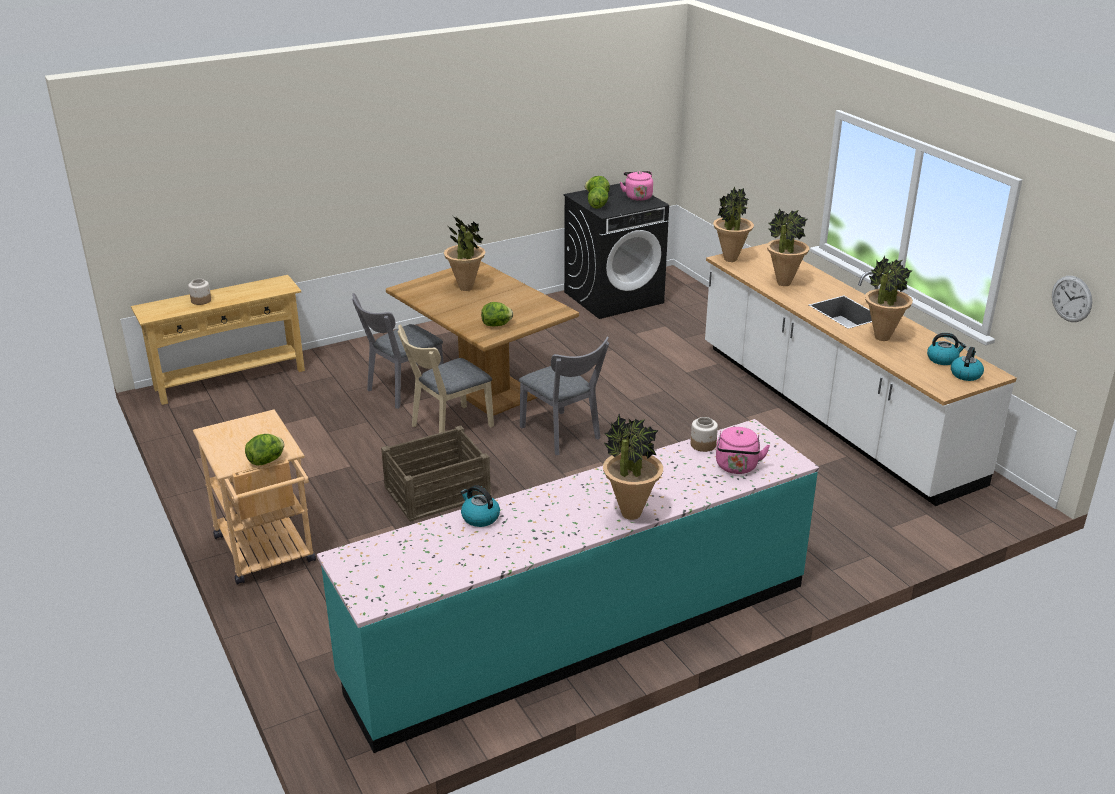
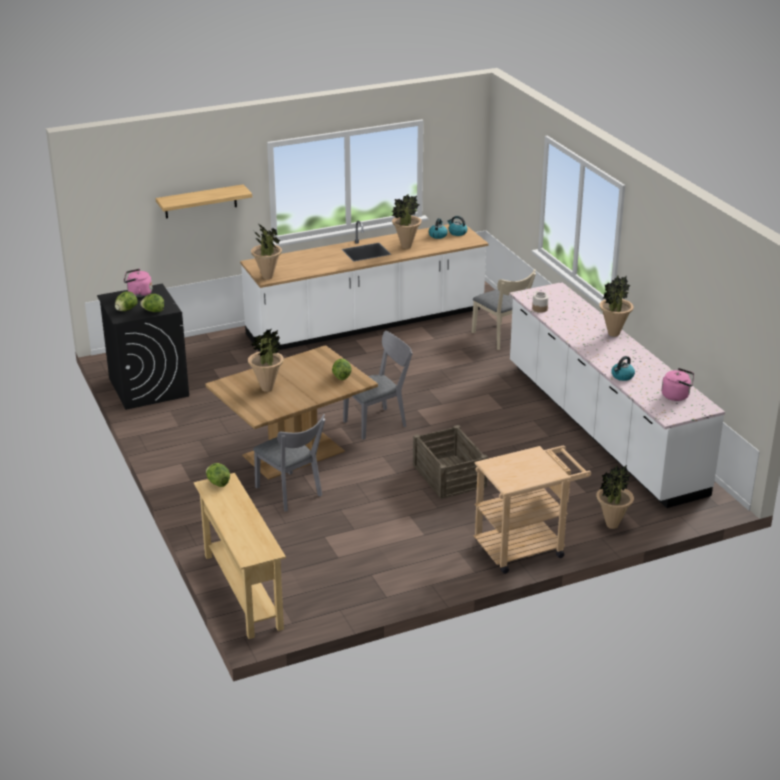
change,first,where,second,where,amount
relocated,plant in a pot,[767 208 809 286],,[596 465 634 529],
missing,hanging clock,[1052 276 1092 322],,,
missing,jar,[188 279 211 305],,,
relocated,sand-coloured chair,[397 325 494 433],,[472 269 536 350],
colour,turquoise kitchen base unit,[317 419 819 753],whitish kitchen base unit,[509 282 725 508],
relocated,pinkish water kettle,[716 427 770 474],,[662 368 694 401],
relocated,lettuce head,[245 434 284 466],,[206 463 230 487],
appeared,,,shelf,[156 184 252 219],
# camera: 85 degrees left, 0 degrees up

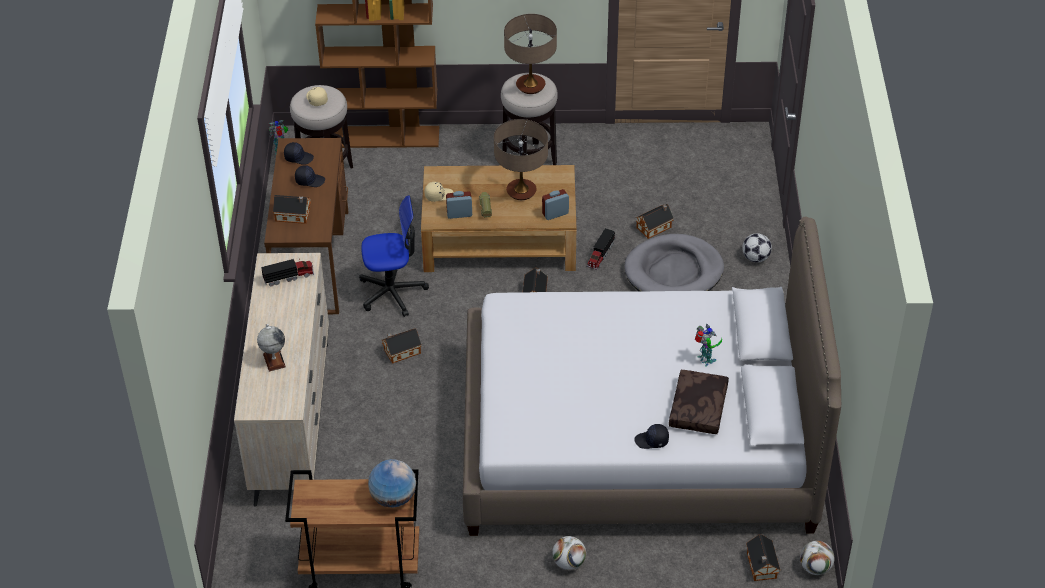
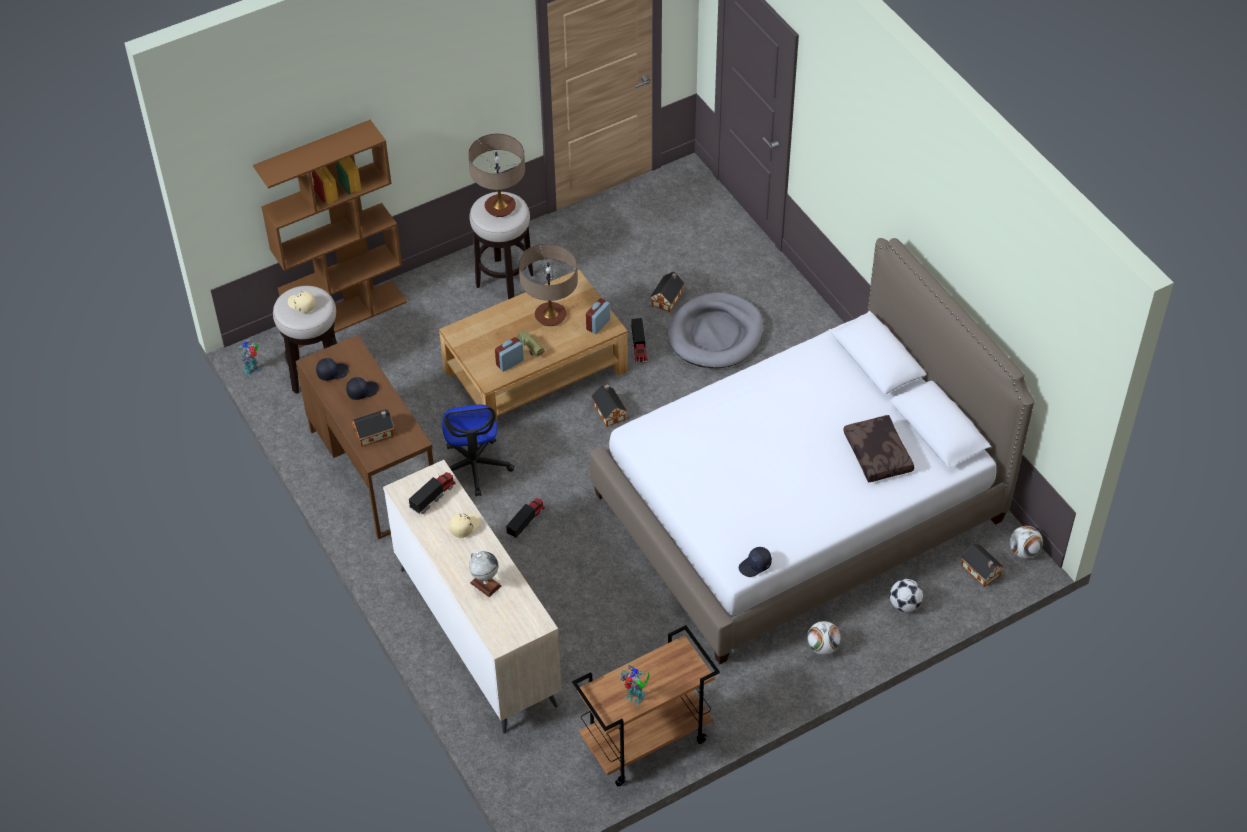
change,first,where,second,where,amount
relocated,sand-coloured cap,[425 182 454 202],,[449 513 481 538],
spun,desk chair,[359 195 429 317],,[442 404 514 497],120 degrees clockwise
relocated,ball for football,[742 233 772 262],,[890 579 923 612],
relocated,model robot,[695 324 722 367],,[620 665 650 705],
exchanged,miniature house,[382 329 422 364],toy truck,[506 498 546 539],
relocated,black cap,[634 424 669 449],,[739 547 772 577],
missing,world globe,[368 459 416 507],,,
# camera: 30 degrees left, 5 degrees up

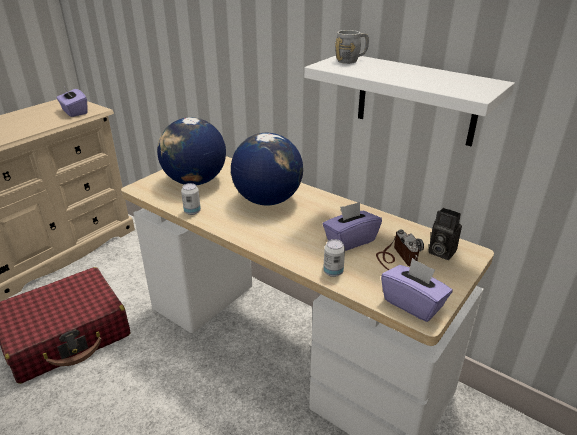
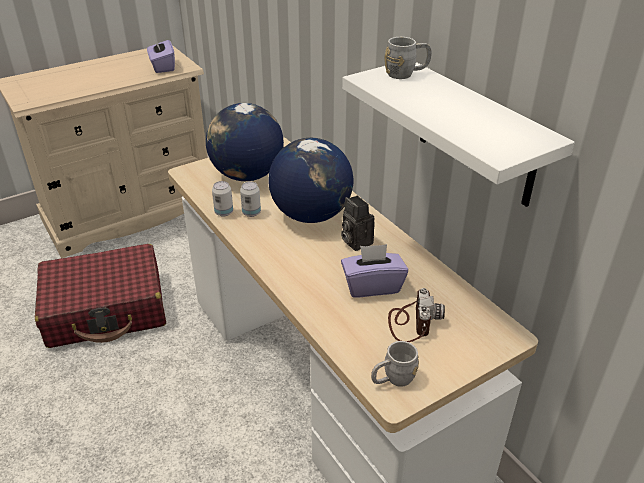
change,first,where,second,where,amount
relocated,photo camera,[428 208 462 260],,[341 195 375 251],
relocated,sealed can,[323 239 345 277],,[240 181 261 217],
exchanged,purplish box of tissues,[381 258 453 322],grey coffee mug,[371 341 419 387],
# camera: 20 degrees right, 5 degrees up

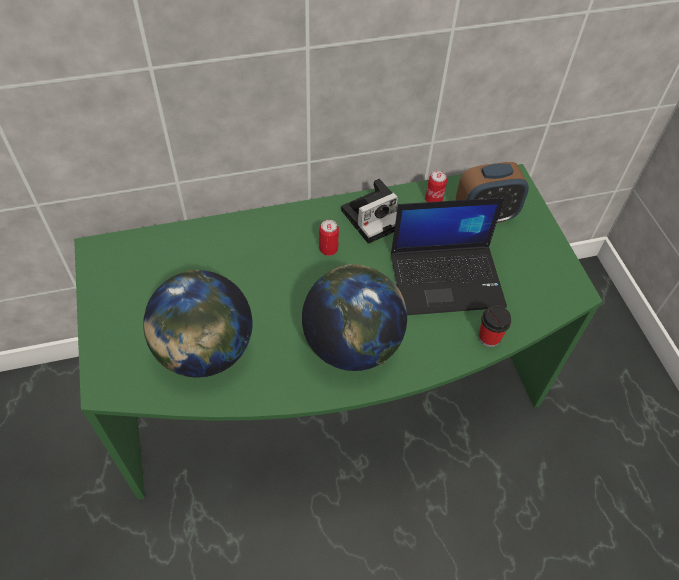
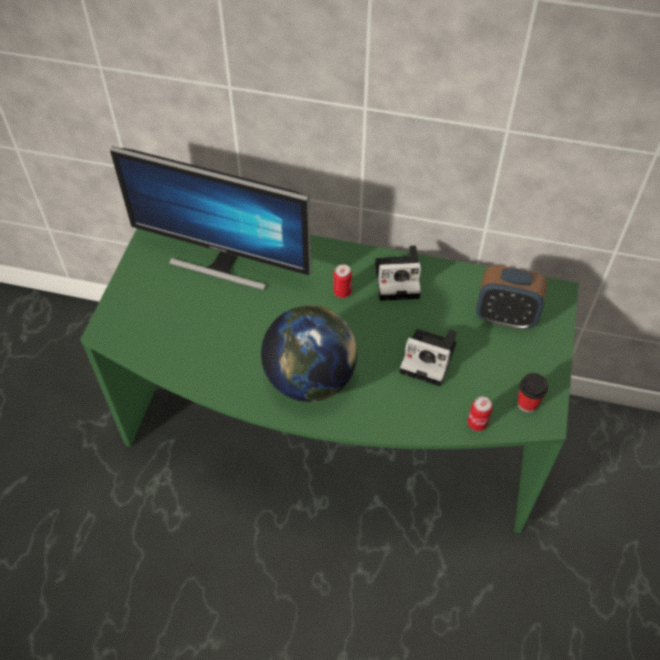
change,first,where,second,where,amount
relocated,sealed can,[425 171 447 202],,[468 396 493 431],
exchanged,laptop,[391 197 507 315],photo camera,[400 329 457 386],
missing,world globe,[143 270 252 378],,,
relocated,cup,[479 305 511 347],,[517 373 548 413],
appeared,,,monitor,[110 146 311 291],
# camera: 30 degrees right, 0 degrees up

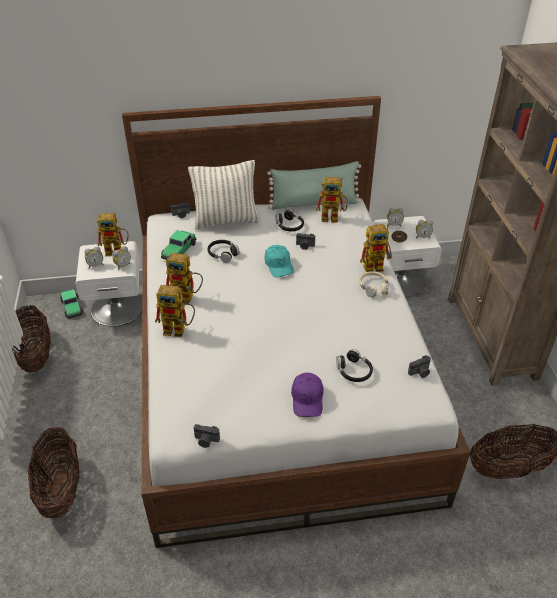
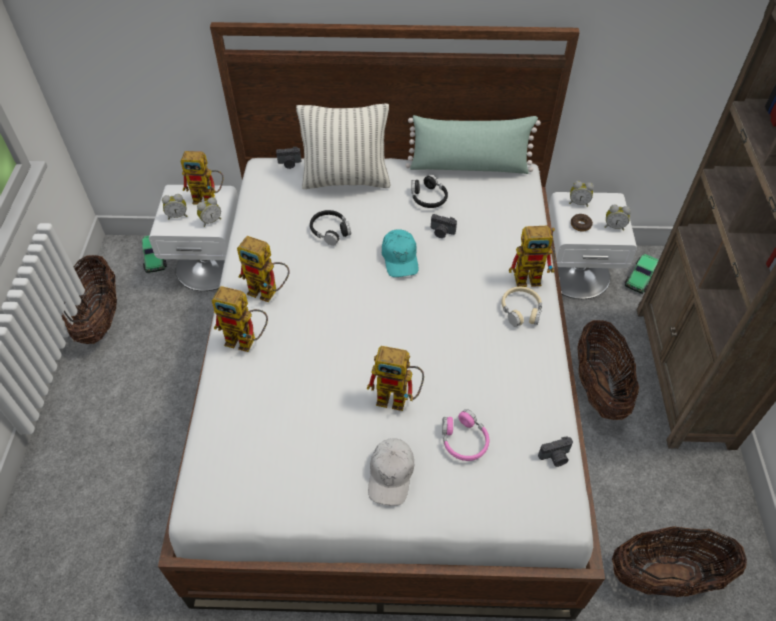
change,first,where,second,where,amount
relocated,model robot,[316 177 348 223],,[367 346 424 411],
relocated,miniature car,[161 230 196 260],,[625 254 659 294],
colour,black pair of headphones,[336 349 373 382],pinkish pair of headphones,[442 409 489 461],
colour,purplish cap,[291 373 324 417],whitish cap,[368 439 414 506],
missing,photo camera,[194 424 220 448],,,
relocated,household basket,[27 427 80 518],,[577 320 639 420],
# camera: 10 degrees right, 10 degrees up

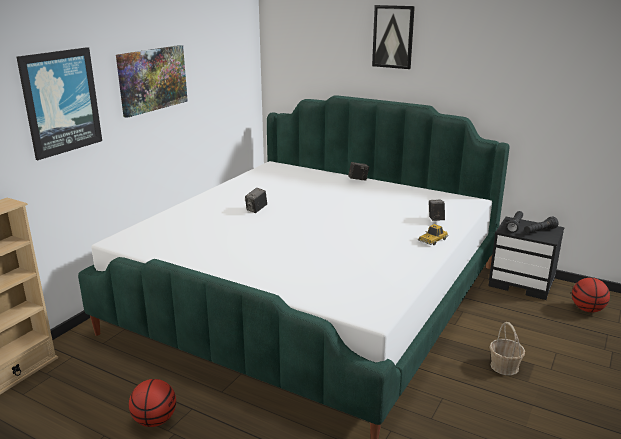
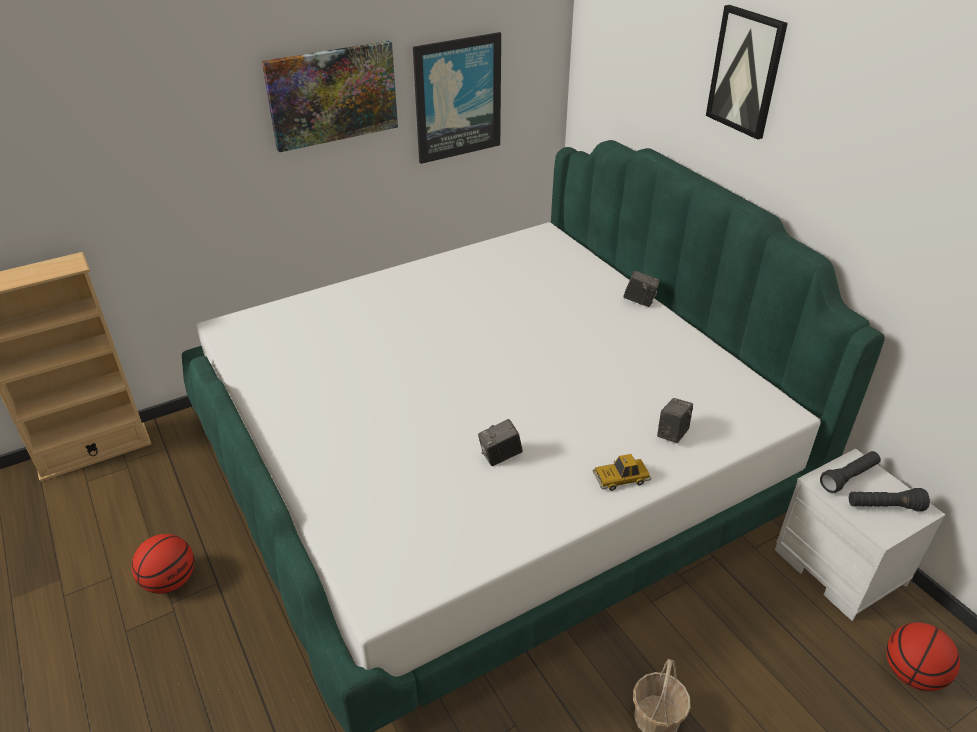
change,first,where,second,where,amount
relocated,wall picture,[17 47 102 160],,[413 32 501 164],
relocated,photo camera,[245 188 267 213],,[478 419 523 466],
colour,black bedside table,[488 217 564 300],whitish bedside table,[775 449 945 621],
# camera: 30 degrees right, 15 degrees up

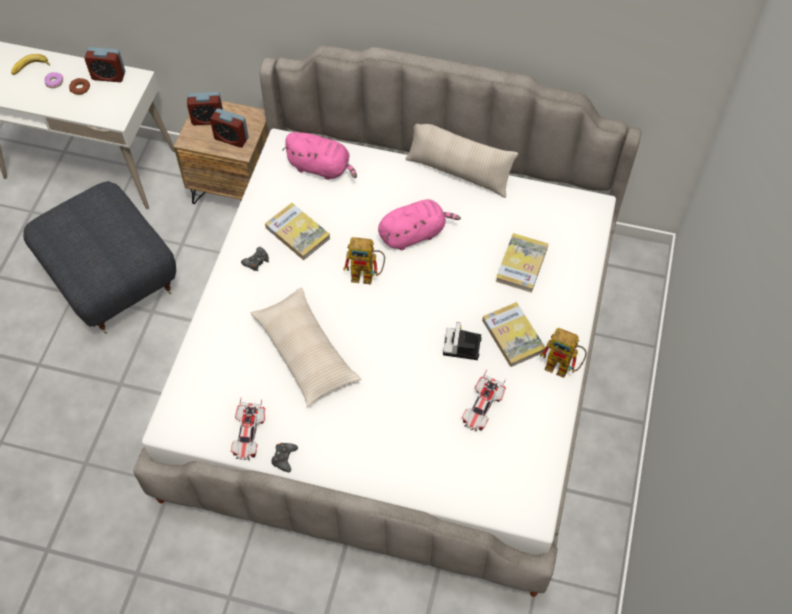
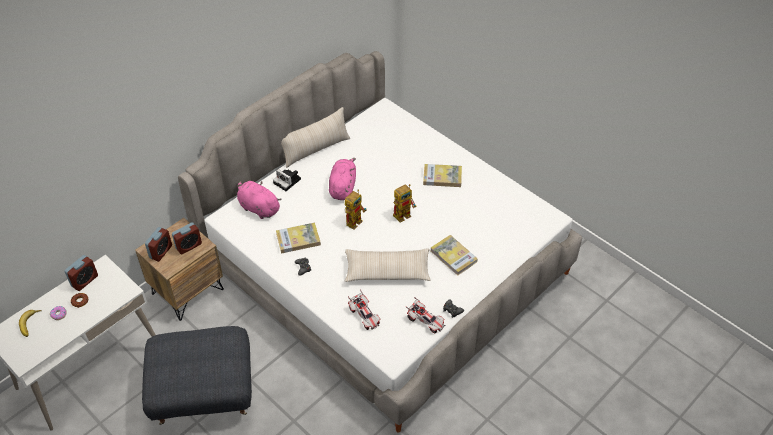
change,first,where,second,where,amount
spun,pinkish plush toy,[283 132 357 180],,[237 181 282 219],105 degrees counterclockwise
relocated,book,[495 233 548 293],,[431 235 478 276],
relocated,photo camera,[443 322 482 360],,[273 169 301 191],
relocated,model robot,[540 328 587 378],,[393 184 416 223],
relocated,miniature car,[462 370 506 432],,[348 290 381 330],
# camera: 60 degrees left, 10 degrees down

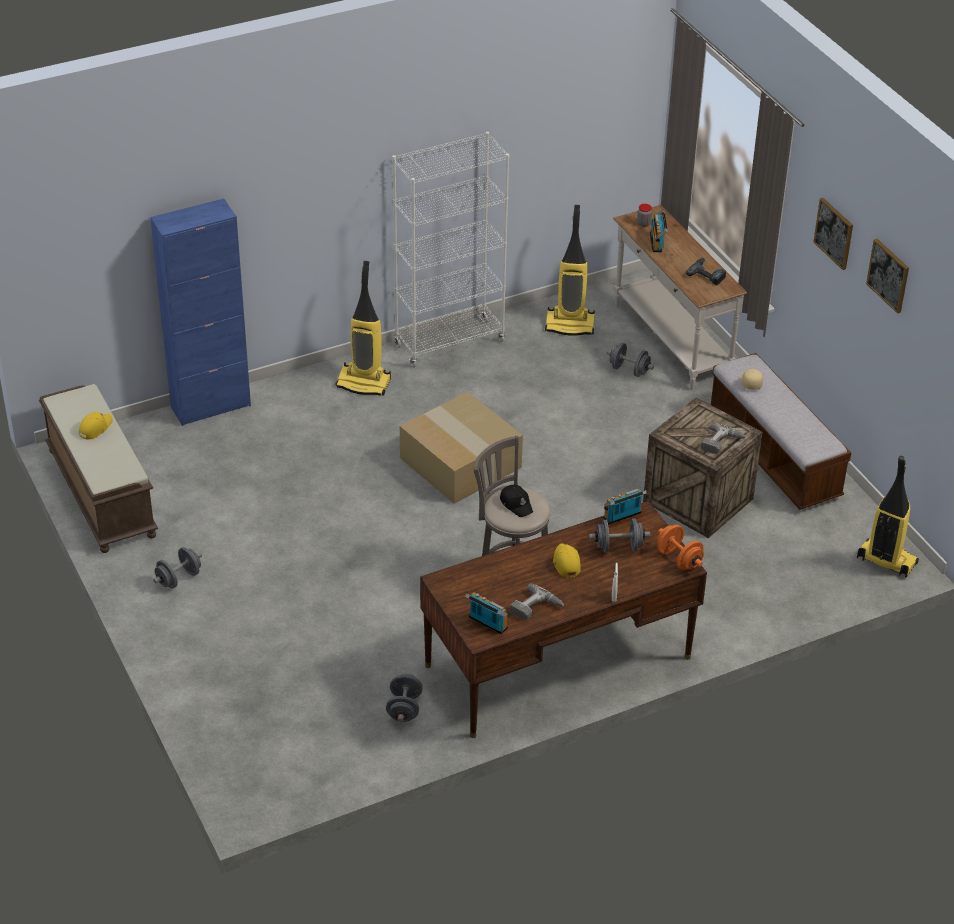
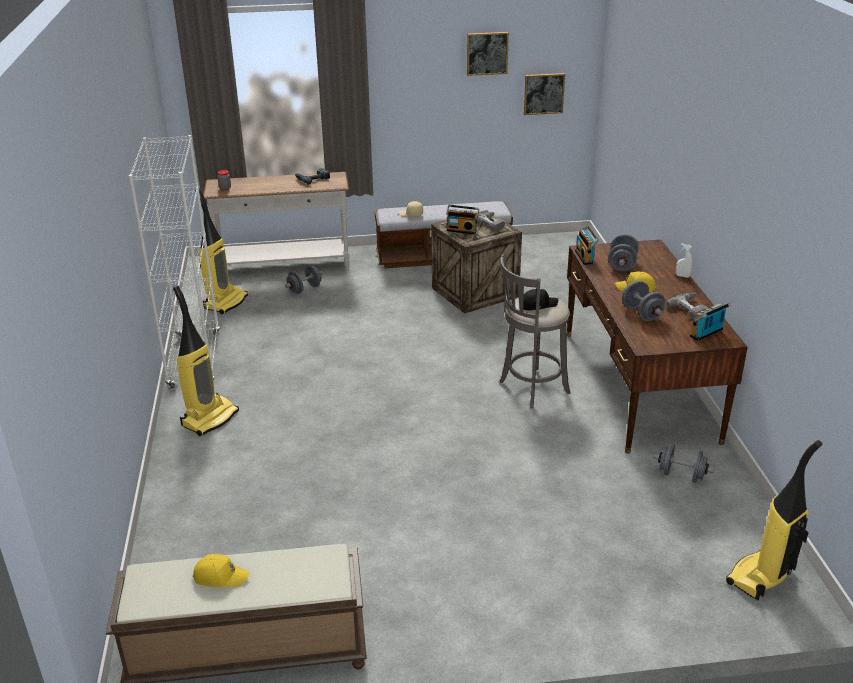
change,first,where,second,where,amount
relocated,wall picture,[813 198 853 270],,[524 73 565 115],
missing,blue-coloured storage cabinet,[150 199 251 426],,,
relocated,radio set,[650 210 668 252],,[446 205 479 235],
missing,cardboard box,[400 392 523 504],,,
spun,yellow cap,[79 412 113 440],,[192 554 249 587],135 degrees clockwise
relocated,hoover,[857 456 919 578],,[726 440 822 601],
missing,orangey hand weight,[657 525 704 570],,,
relocated,grey hand weight,[153 547 202 589],,[622 280 665 321],
# camera: 70 degrees left, 10 degrees down

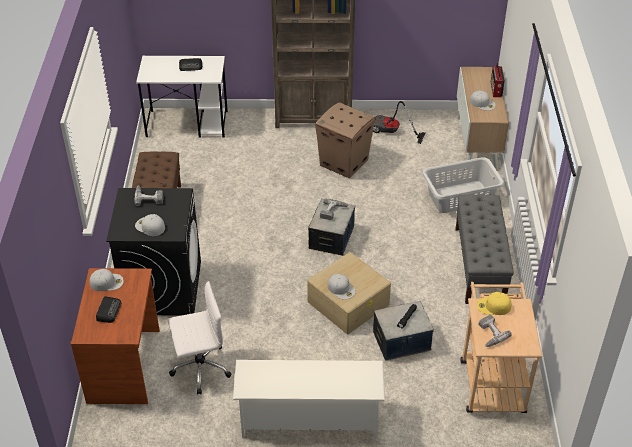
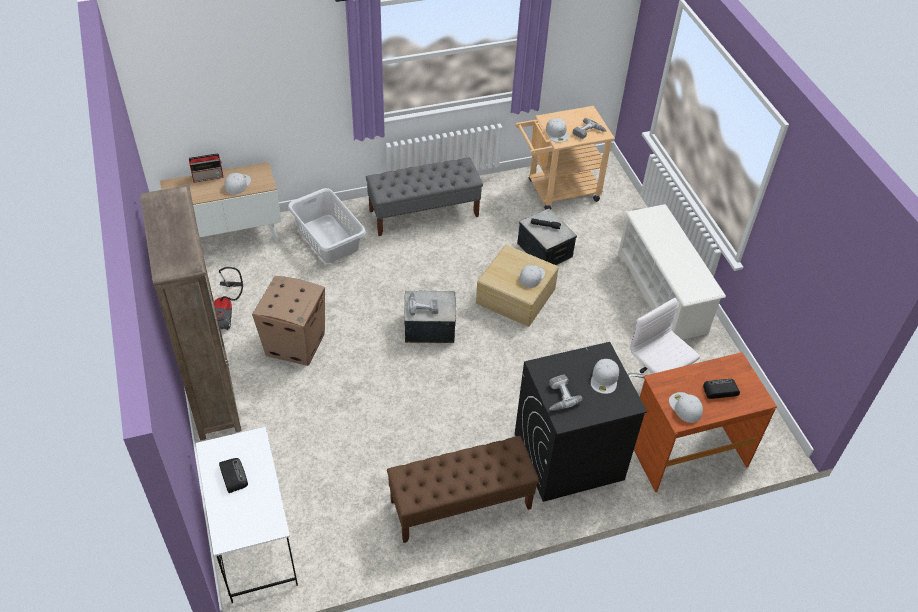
change,first,where,second,where,amount
colour,yellow cap,[477 292 512 315],whitish cap,[546 118 569 143],
# camera: 110 degrees left, 5 degrees up

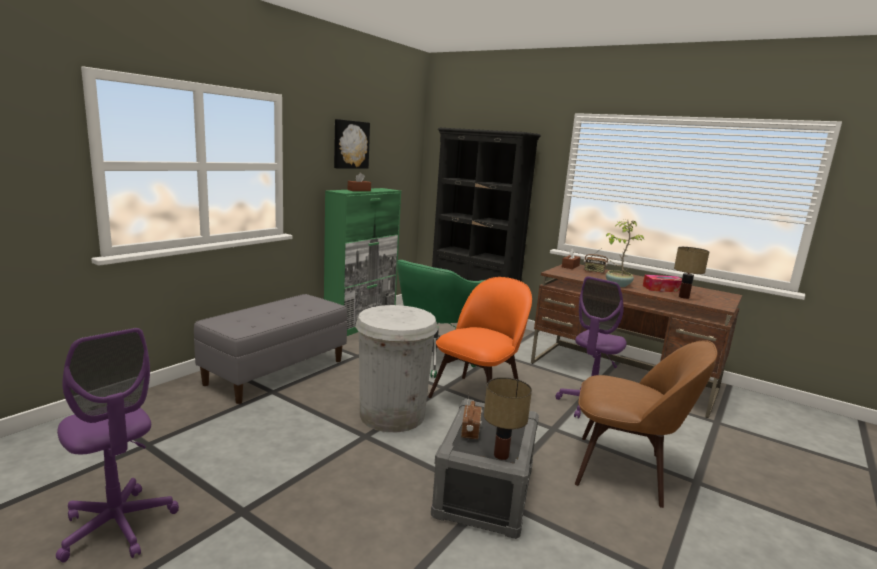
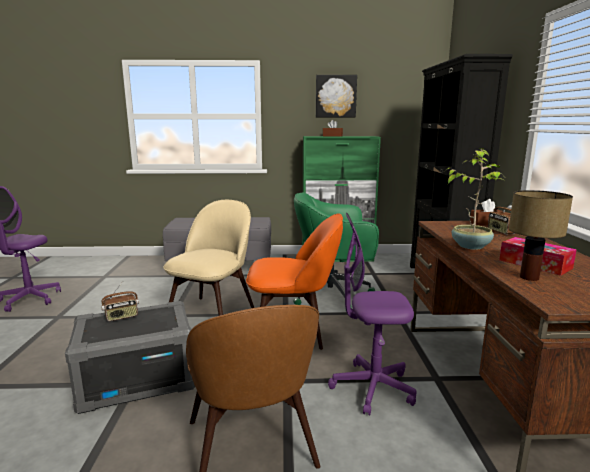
change,first,where,second,where,amount
exchanged,whitish waste bin,[355 305 438 432],sand-coloured chair,[163 200 254 316],
missing,table lamp,[484 377 532 460],,,
# camera: 55 degrees right, 0 degrees up

